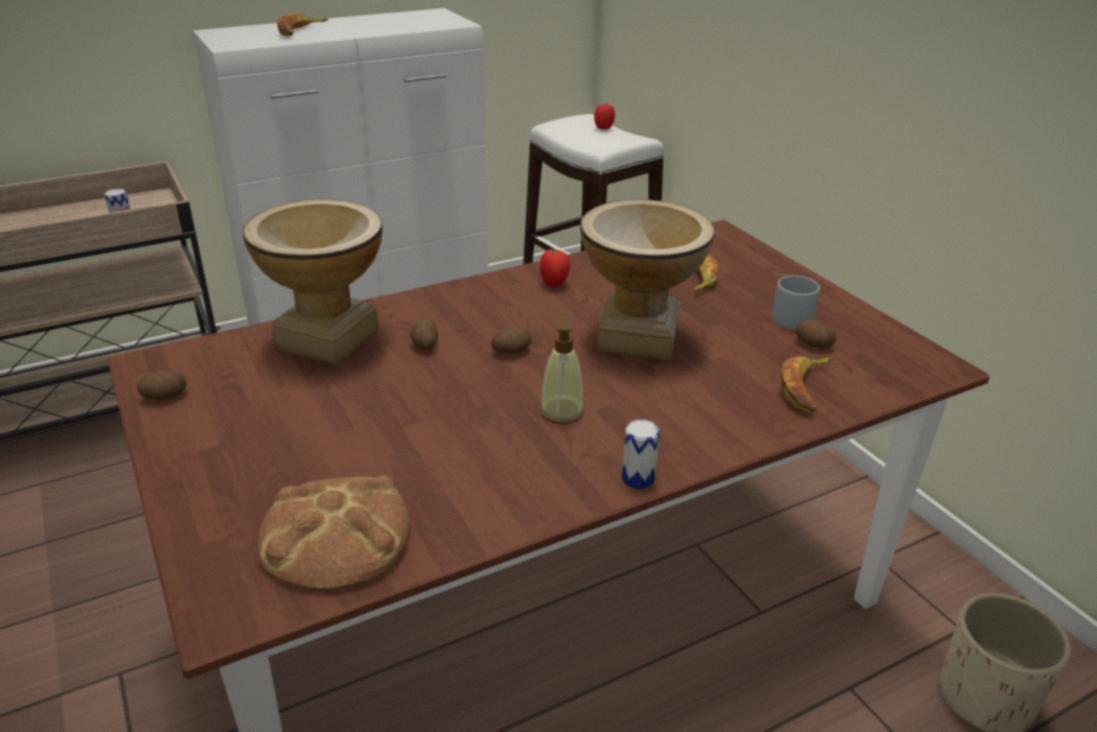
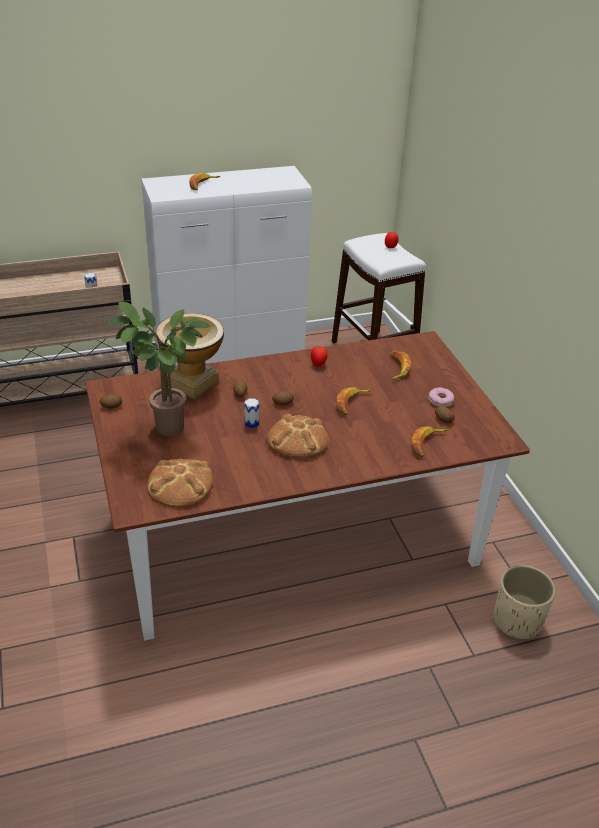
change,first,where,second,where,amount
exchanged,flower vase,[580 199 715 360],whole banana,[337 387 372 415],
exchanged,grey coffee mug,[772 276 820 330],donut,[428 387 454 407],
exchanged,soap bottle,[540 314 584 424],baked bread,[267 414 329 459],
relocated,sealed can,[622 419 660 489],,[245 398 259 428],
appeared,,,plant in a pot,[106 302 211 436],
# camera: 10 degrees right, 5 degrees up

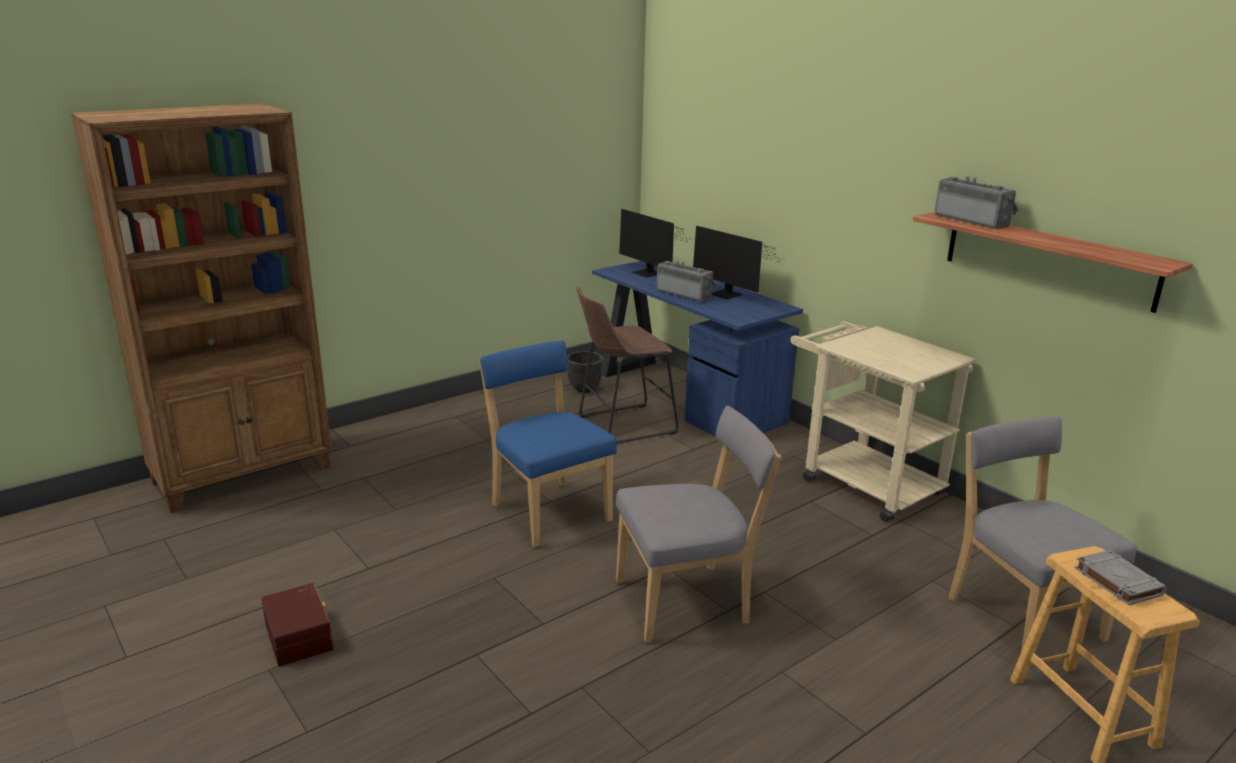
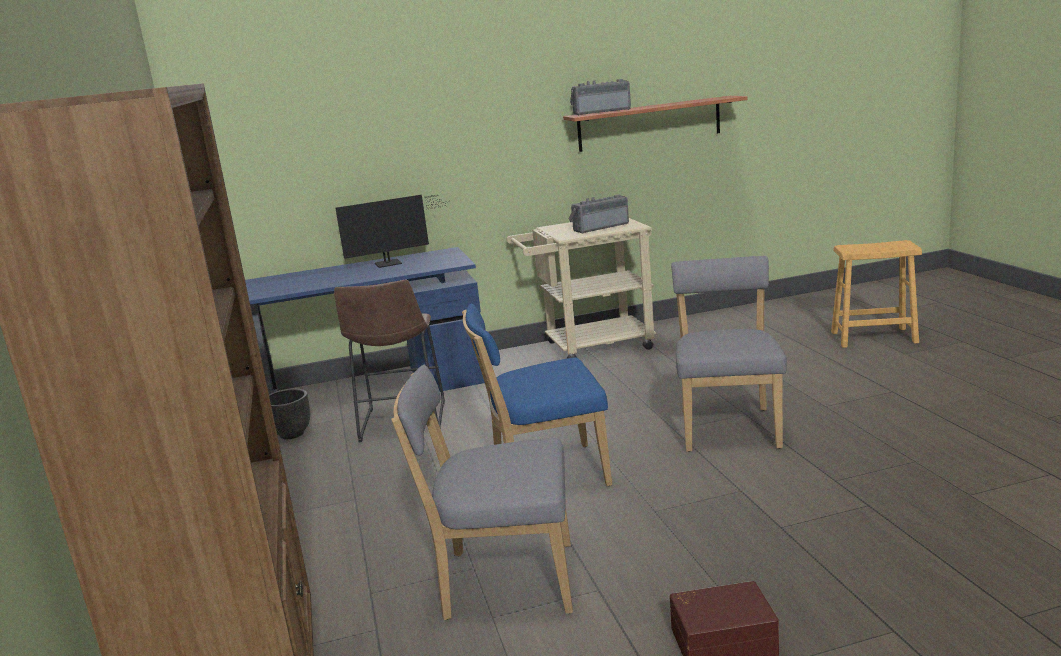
change,first,where,second,where,amount
missing,monitor,[619 209 688 277],,,
relocated,radio set,[656 261 716 302],,[569 194 629 234],
relocated,grey chair,[948 416 1137 652],,[391 365 573 620],
missing,grey book,[1074 550 1167 605],,,
# camera: 65 degrees left, 5 degrees down

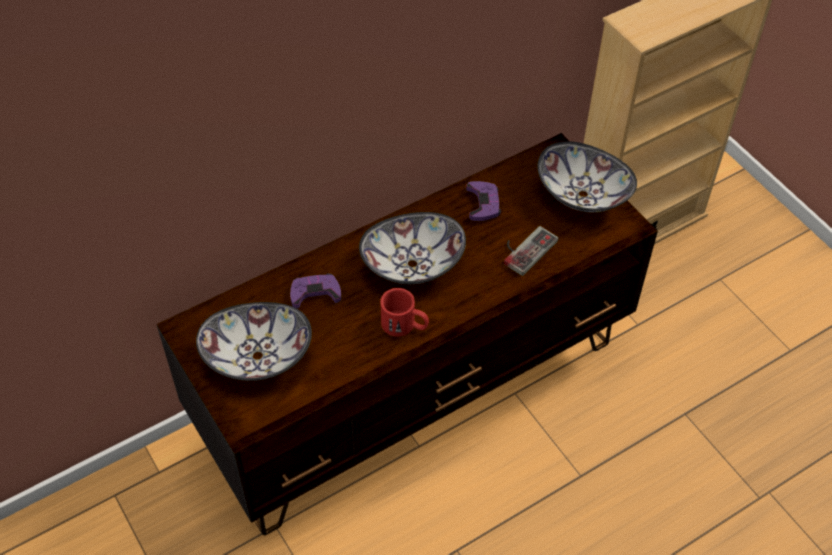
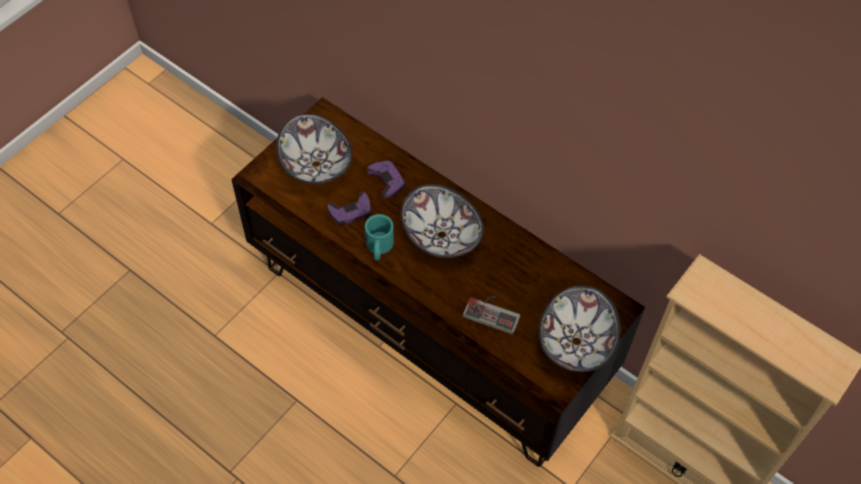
change,first,where,second,where,amount
relocated,purplish gamepad,[466 181 501 221],,[328 192 370 226],
colour,reddish coffee mug,[380 288 429 337],turquoise coffee mug,[365 214 394 260],
# camera: 70 degrees right, 5 degrees up

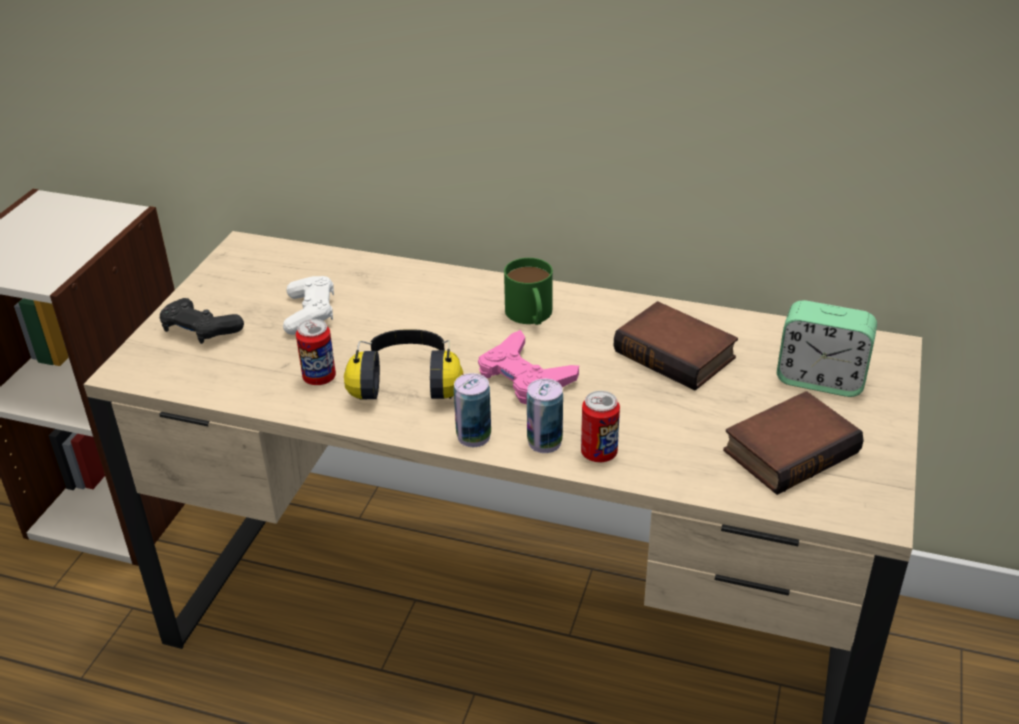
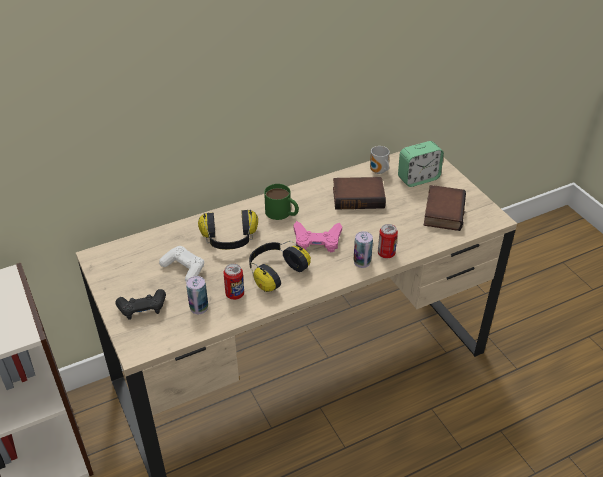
change,first,where,second,where,amount
relocated,sealed can,[454 373 491 447],,[186 276 208 314],
appeared,,,coffee mug,[370 146 390 174],
appeared,,,pair of headphones,[198 210 258 250],
# camera: 45 degrees left, 5 degrees up

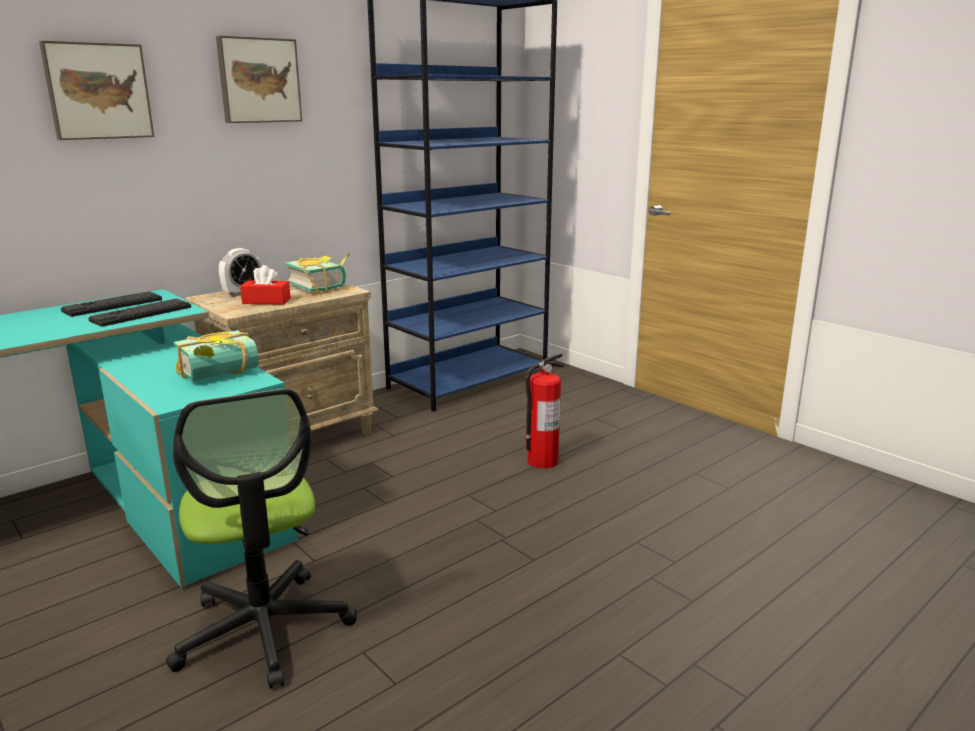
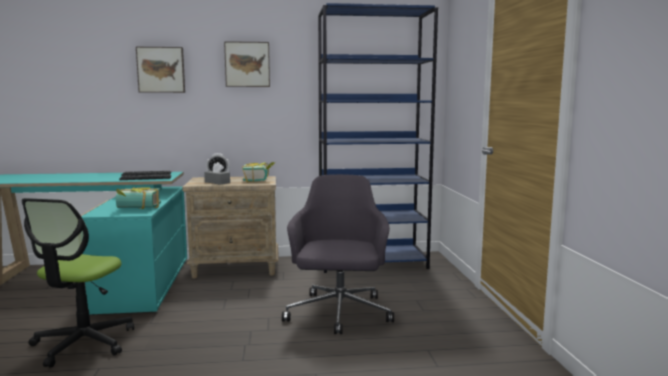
change,first,where,second,where,amount
colour,reddish box of tissues,[240 265 291 305],grey box of tissues,[204 162 230 185],
exchanged,fire-fighting cylinder,[525 353 564 469],grey desk chair,[282 174 394 334],
# camera: 35 degrees right, 10 degrees down

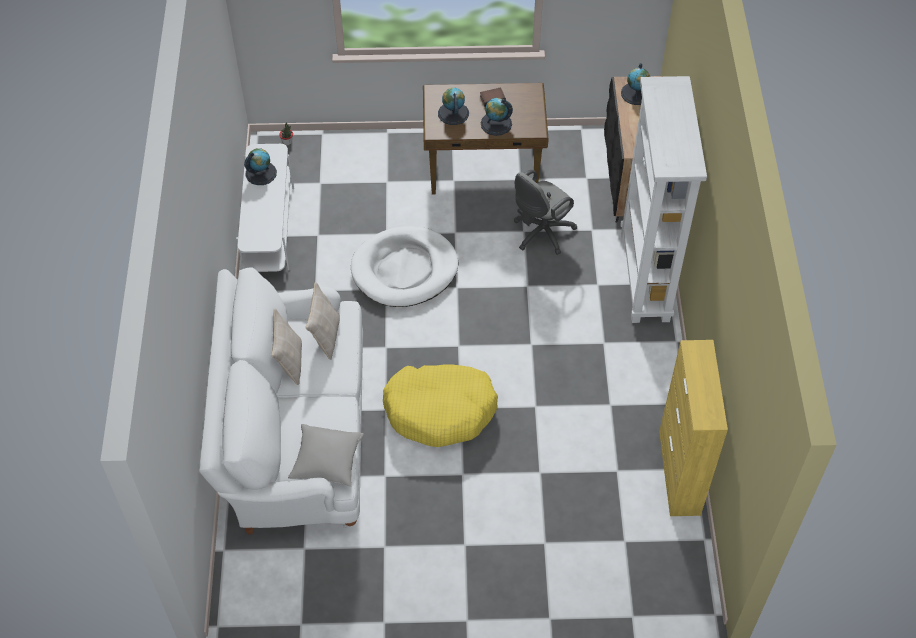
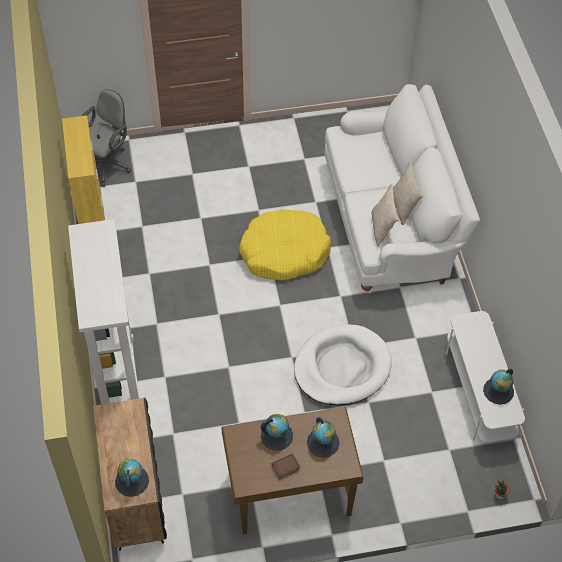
change,first,where,second,where,amount
relocated,grey desk chair,[513 170 577 255],,[82 89 131 187],
missing,grey pillow,[288 424 364 487],,,
# camera: 170 degrees right, 0 degrees up

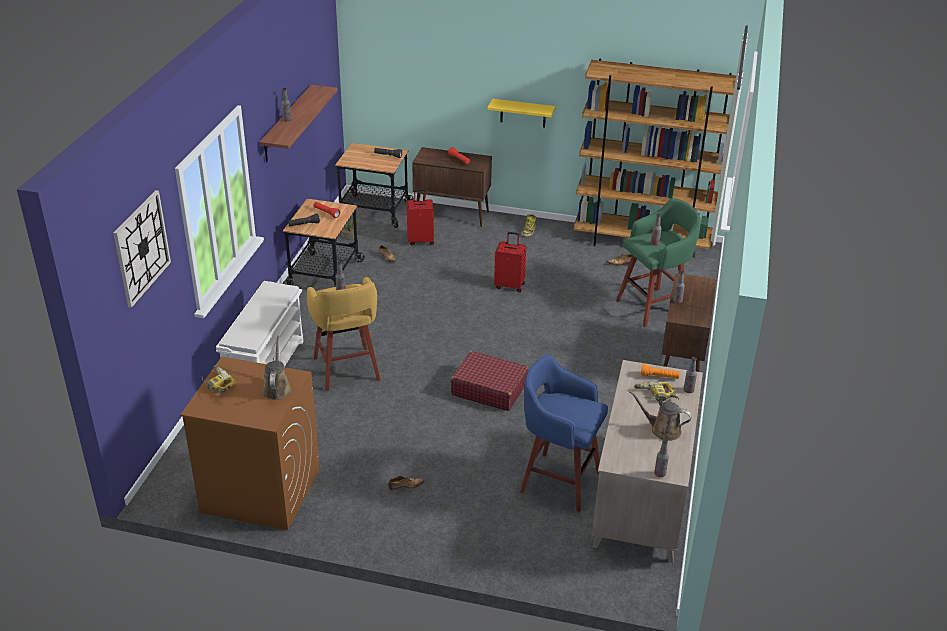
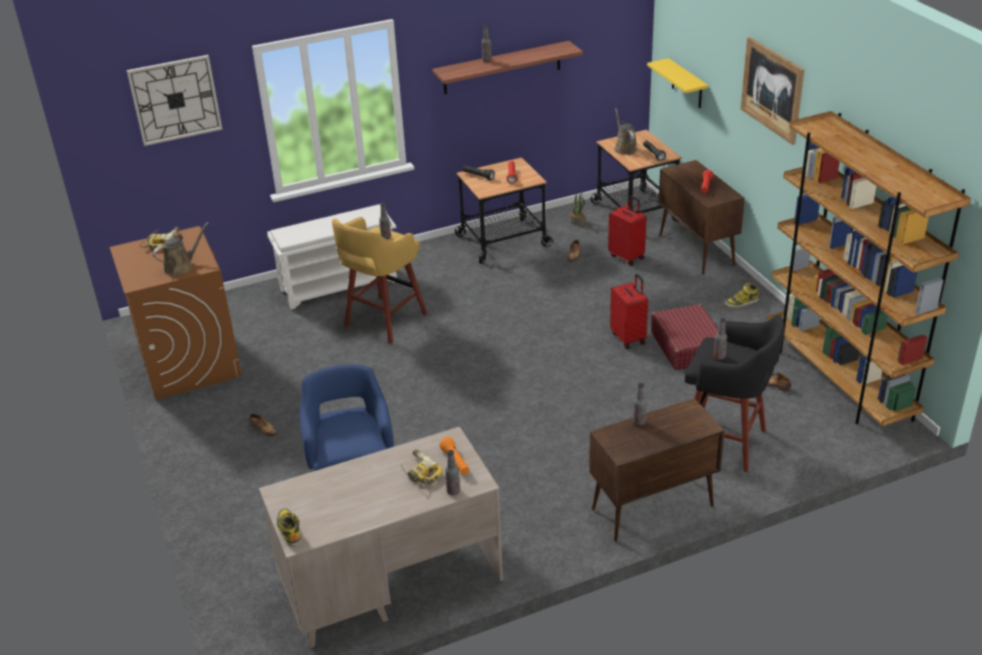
change,first,where,second,where,amount
relocated,yellow shelf,[487 99 555 128],,[647 58 708 108],
colour,green-coloured sitting stool,[616 198 701 327],black sitting stool,[685 315 784 473],
relocated,reddish piece of luggage,[451 351 528 411],,[651 304 718 370],
relocated,brown-coloured sprinkling can,[629 391 692 441],,[614 108 638 155],
exchanged,beverage bottle,[654 439 669 477],boot,[277 508 302 547],
appeared,,,wall picture,[741 37 804 145],
# camera: 55 degrees right, 0 degrees up

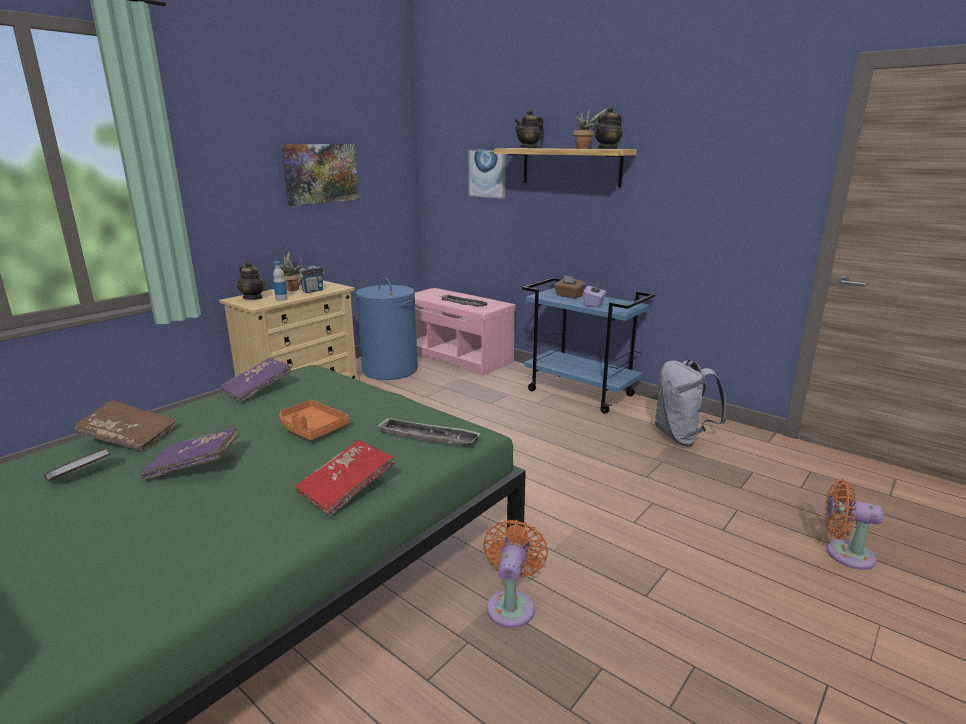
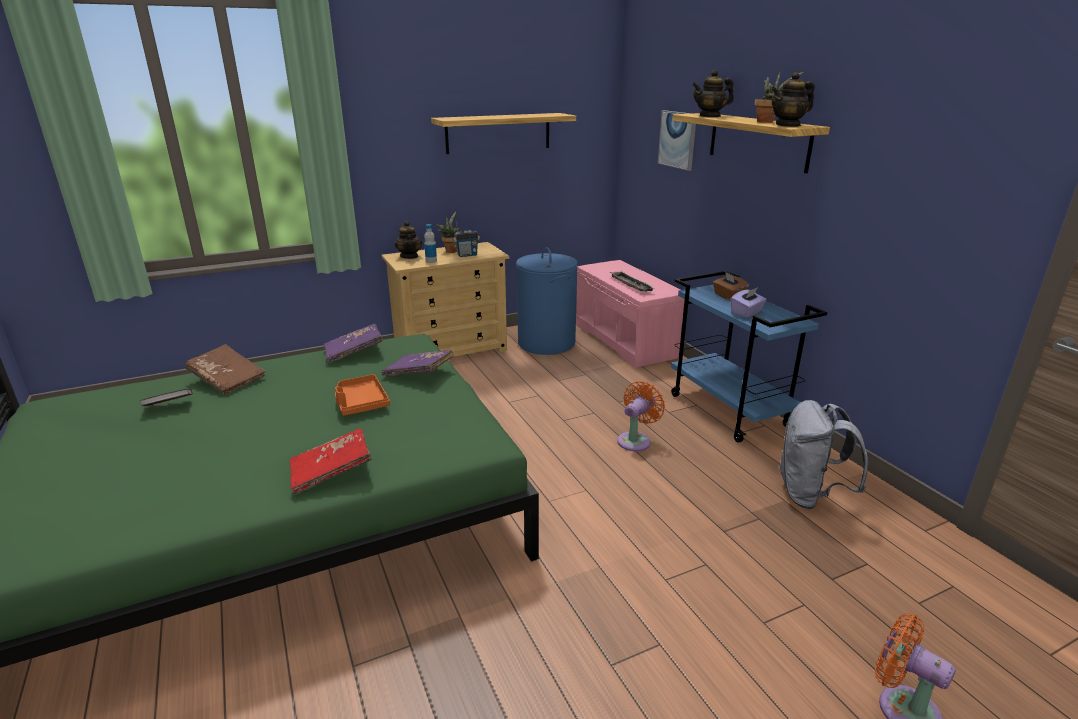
change,first,where,second,where,amount
exchanged,wall picture,[281 144 359 206],shelf,[431 113 576 154],
missing,serving tray,[377 417 481 446],,,
relocated,purplish book,[139 428 239 480],,[381 350 454 376],
relocated,orangey electric fan,[483 520 548 628],,[617 381 665 452],
# camera: 25 degrees right, 5 degrees up

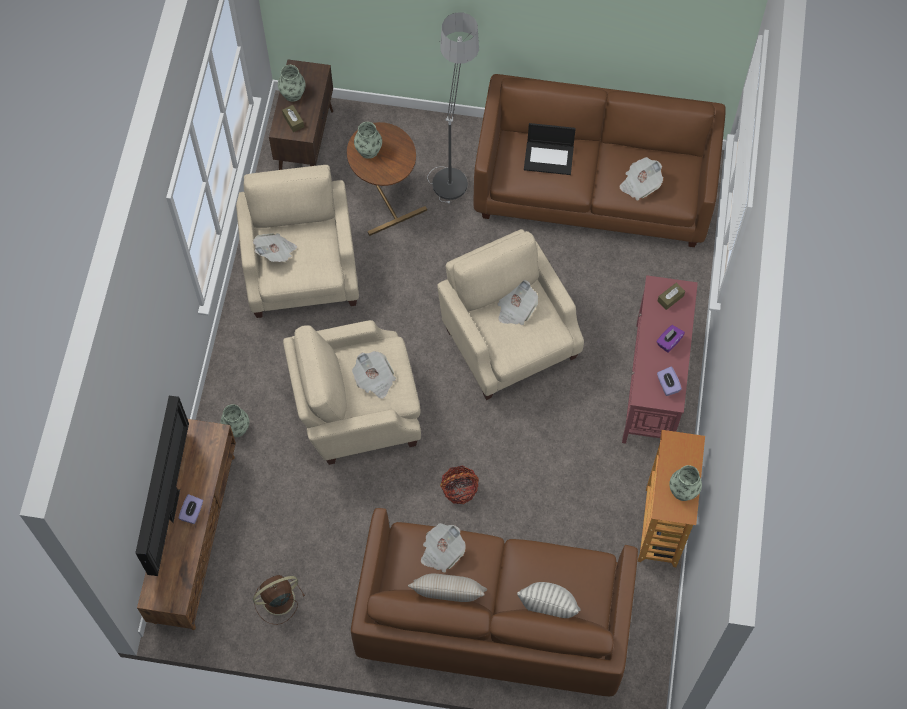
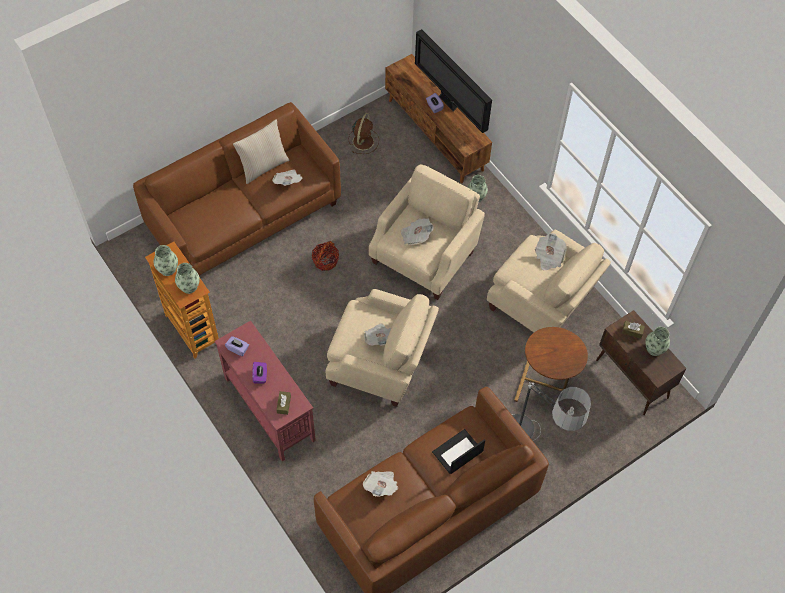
change,first,where,second,where,amount
relocated,flower vase,[354 122 382 159],,[175 263 200 294],
missing,pillow,[517 582 580 618],,,
# camera: 135 degrees right, 5 degrees down

